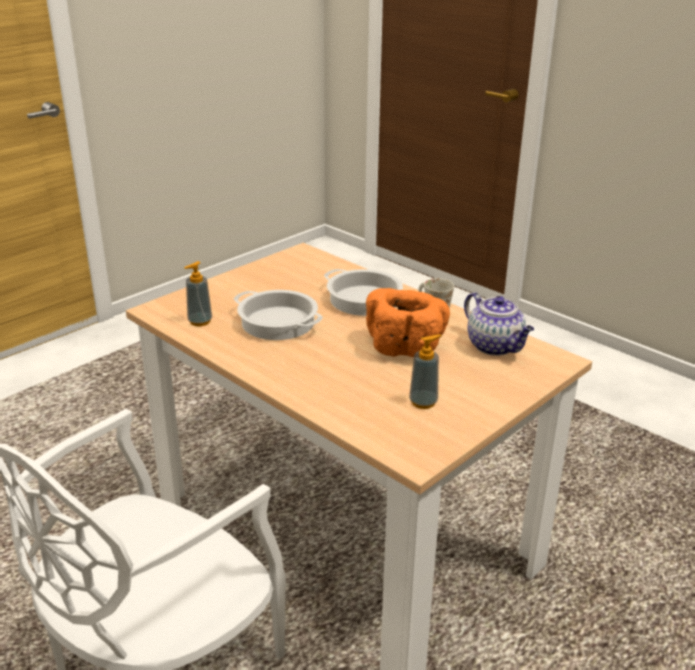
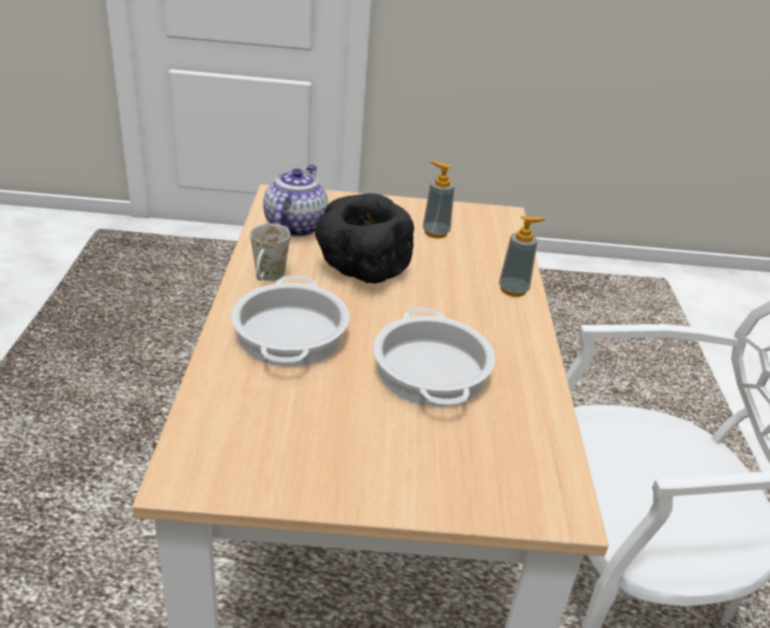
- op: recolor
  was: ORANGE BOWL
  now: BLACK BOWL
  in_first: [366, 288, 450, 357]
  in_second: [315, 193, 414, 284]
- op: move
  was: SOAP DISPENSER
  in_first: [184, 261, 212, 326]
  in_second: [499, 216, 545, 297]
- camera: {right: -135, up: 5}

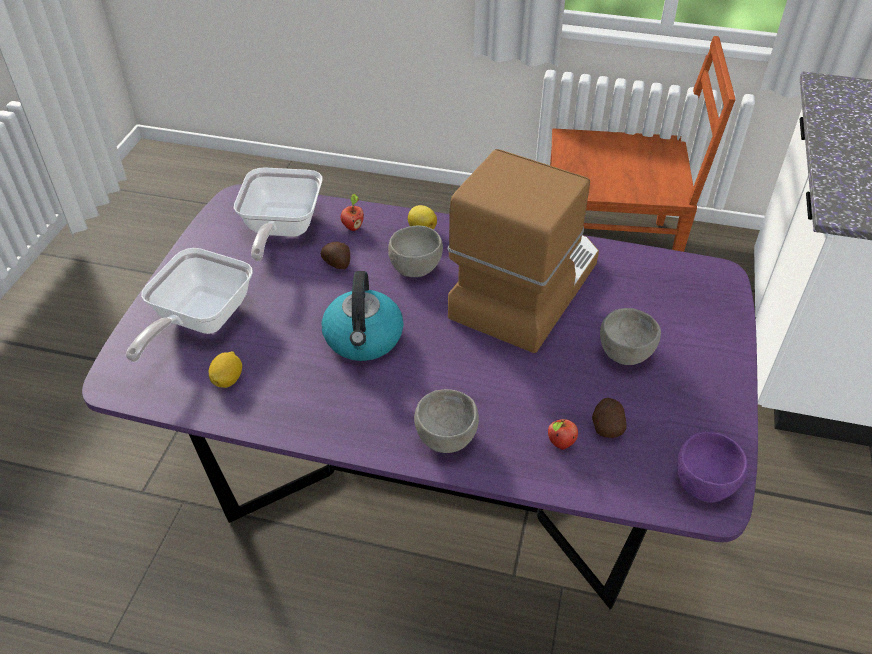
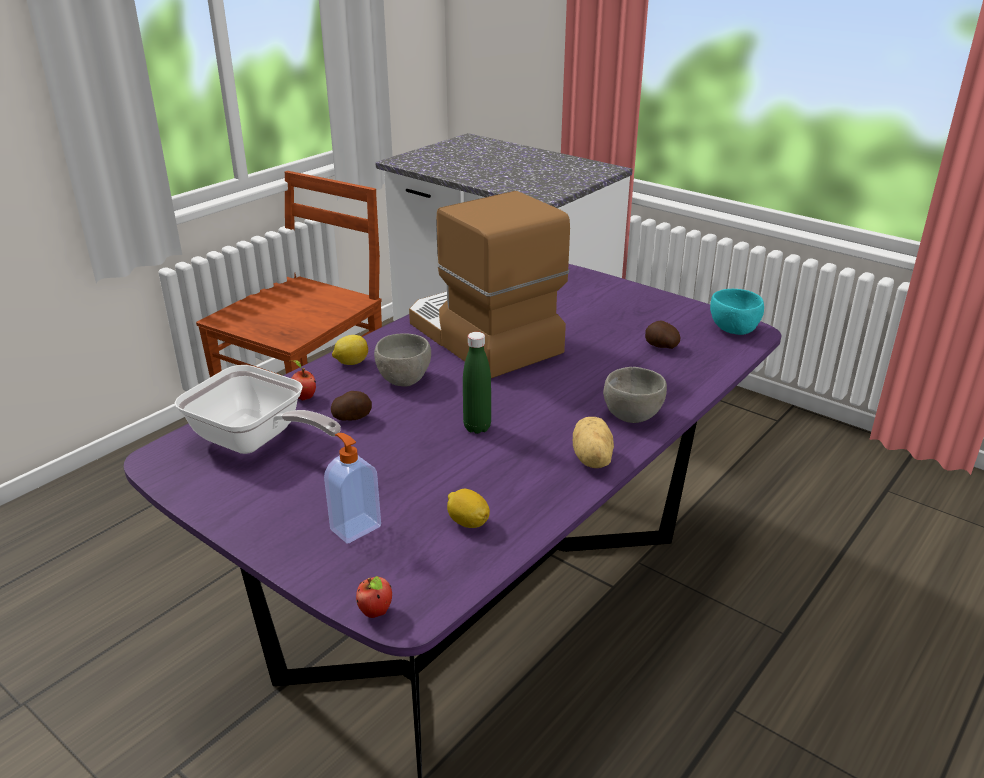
- op: replace
  was: FRYING PAN
  now: SOAP DISPENSER
  in_first: [126, 248, 252, 362]
  in_second: [324, 433, 381, 544]
- op: move
  was: APPLE
  in_first: [548, 419, 578, 450]
  in_second: [356, 576, 392, 618]
- op: replace
  was: KETTLE
  now: GREEN BOTTLE
  in_first: [322, 271, 404, 361]
  in_second: [463, 332, 491, 434]
- op: insert
  now: POTATO
  in_second: [573, 417, 614, 468]
- op: recolor
  was: PURPLE BOWL
  now: TURQUOISE BOWL
  in_first: [677, 432, 748, 503]
  in_second: [710, 289, 764, 335]
- op: delete
  was: GREY BOWL
  in_first: [600, 308, 661, 365]
- camera: {right: -65, up: -15}

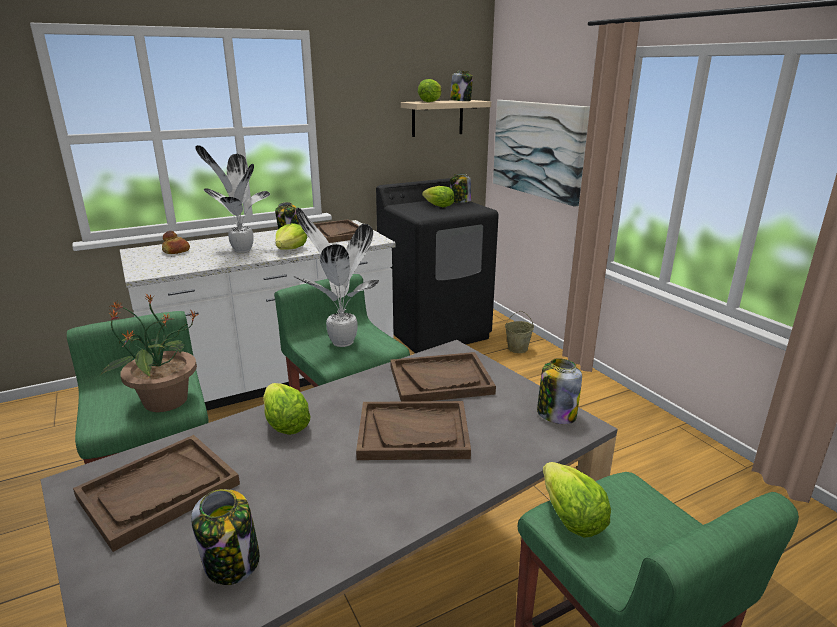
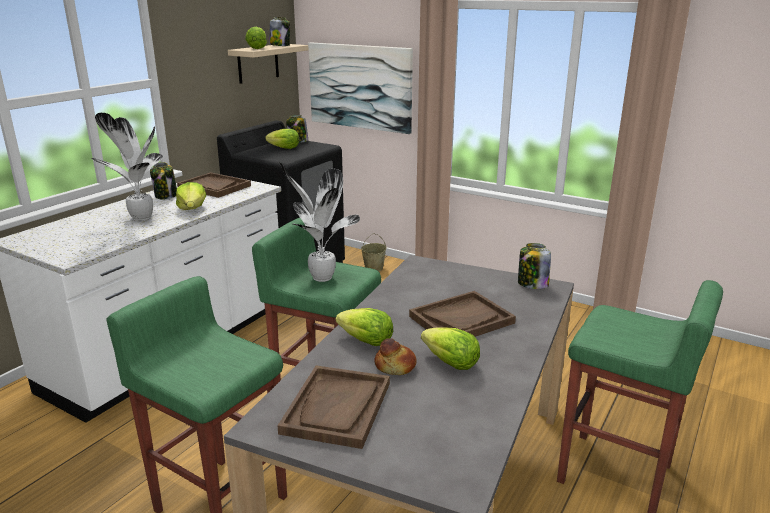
- op: move
  was: BREAD
  in_first: [162, 231, 190, 254]
  in_second: [374, 338, 416, 375]
- op: move
  was: LETTUCE
  in_first: [543, 462, 611, 538]
  in_second: [421, 327, 480, 370]
- op: delete
  was: POTTED PLANT
  in_first: [100, 294, 199, 412]
- op: delete
  was: JAR
  in_first: [191, 489, 260, 585]
- op: delete
  was: BROWN TRAY
  in_first: [390, 352, 496, 402]
- camera: {right: -30, up: 0}

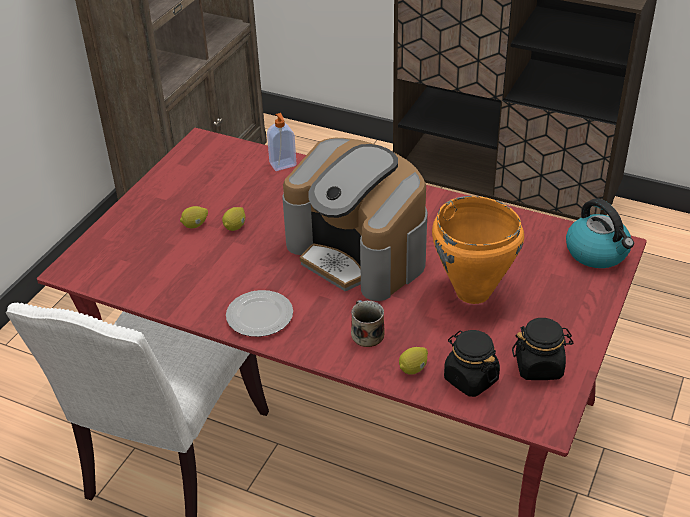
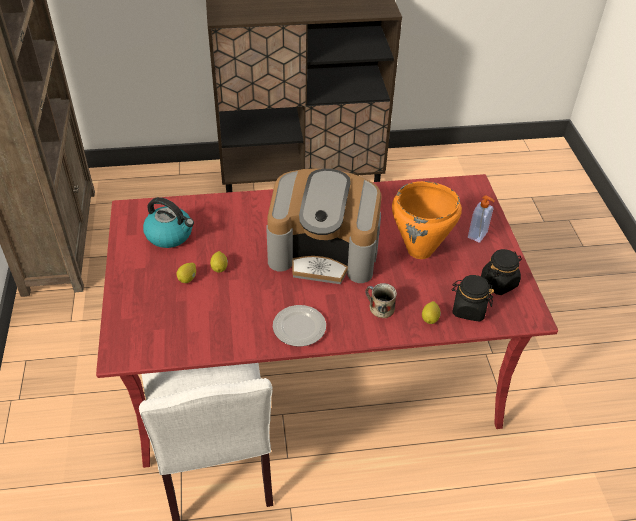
- op: move
  was: KETTLE
  in_first: [566, 199, 634, 268]
  in_second: [143, 197, 194, 248]
- op: move
  was: SOAP DISPENSER
  in_first: [267, 113, 297, 171]
  in_second: [468, 195, 494, 243]
- camera: {right: -35, up: 5}

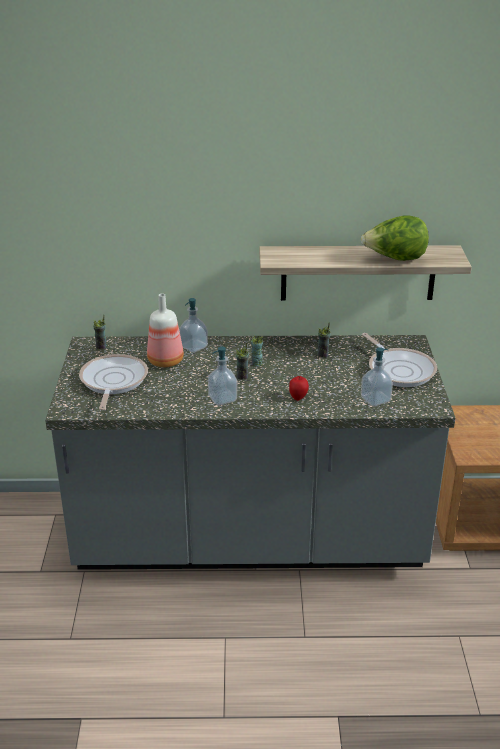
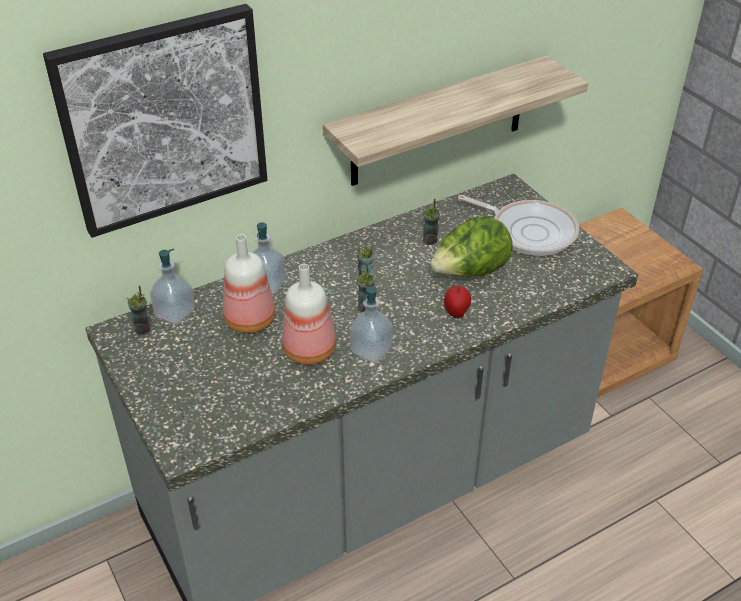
- op: insert
  now: PICTURE
  in_second: [43, 4, 267, 238]
- op: move
  was: SOAP DISPENSER
  in_first: [361, 347, 393, 406]
  in_second: [150, 249, 195, 324]
- op: insert
  now: BOTTLE
  in_second: [282, 264, 336, 365]
- op: move
  was: LETTUCE
  in_first: [361, 215, 429, 261]
  in_second: [430, 216, 513, 277]
- op: delete
  was: FRYING PAN
  in_first: [79, 354, 148, 410]
- camera: {right: -30, up: 10}

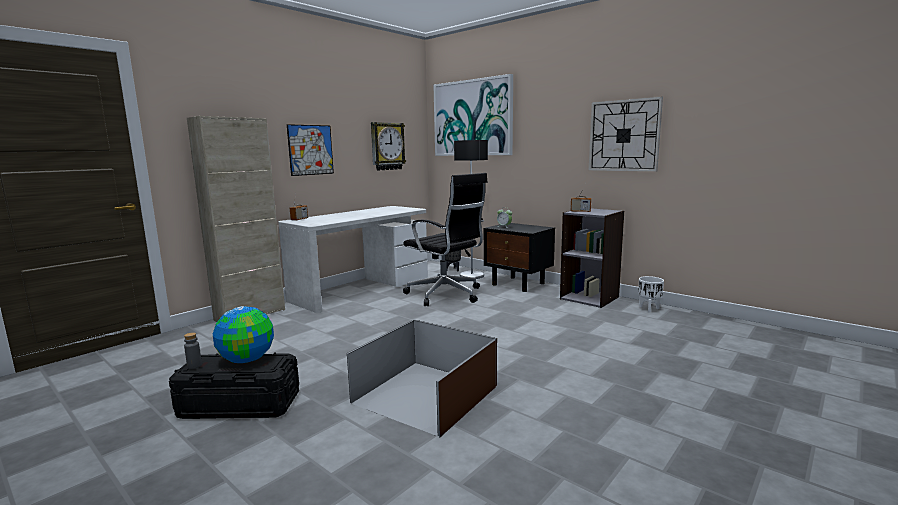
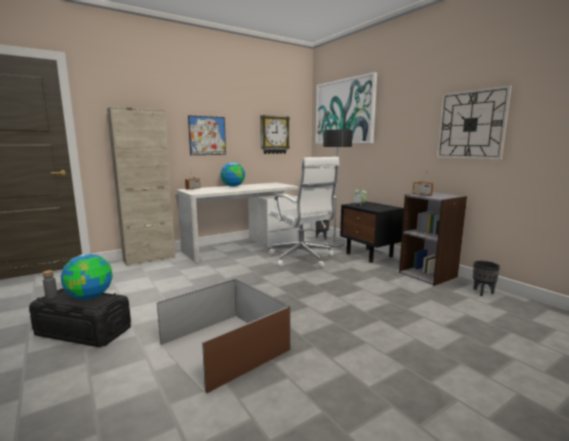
- op: insert
  now: GLOBE
  in_second: [221, 162, 245, 187]
- op: recolor
  was: BLACK OFFICE CHAIR
  now: WHITE OFFICE CHAIR
  in_first: [403, 173, 488, 306]
  in_second: [269, 157, 339, 268]
- op: recolor
  was: WHITE PLANTER
  now: BLACK PLANTER
  in_first: [639, 276, 664, 313]
  in_second: [473, 261, 500, 296]
- camera: {right: 15, up: 0}

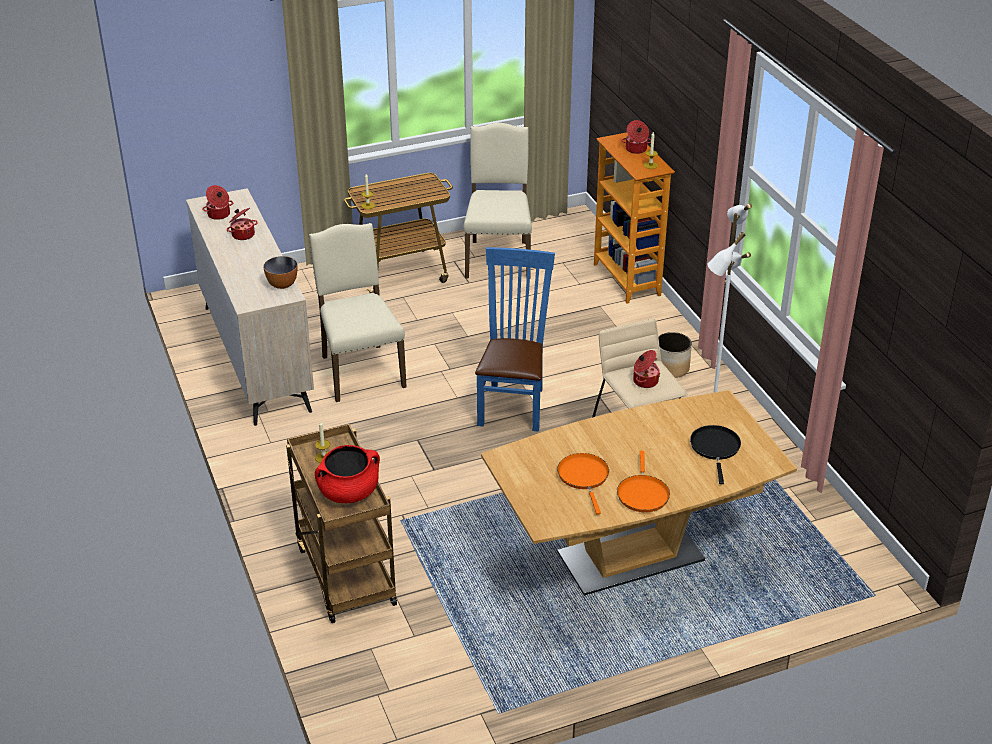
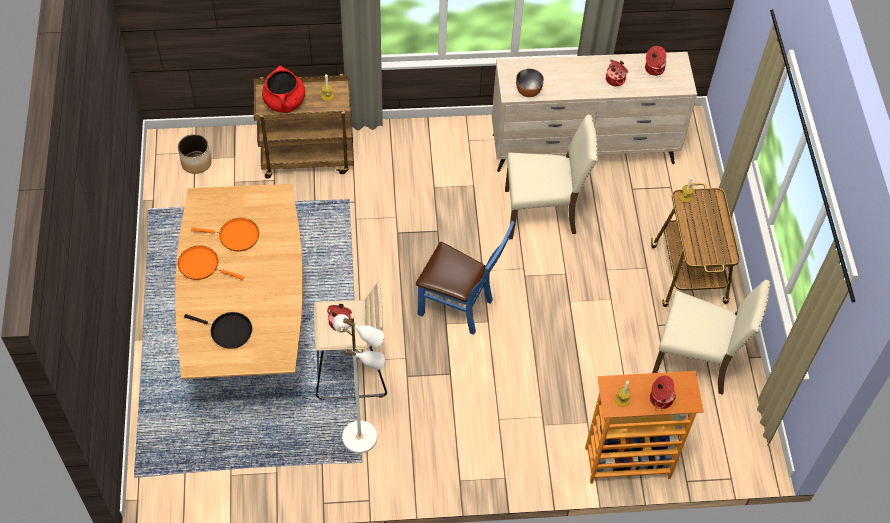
- op: move
  was: PLANTER
  in_first: [658, 332, 692, 378]
  in_second: [178, 134, 212, 174]
- camera: {right: 105, up: 20}

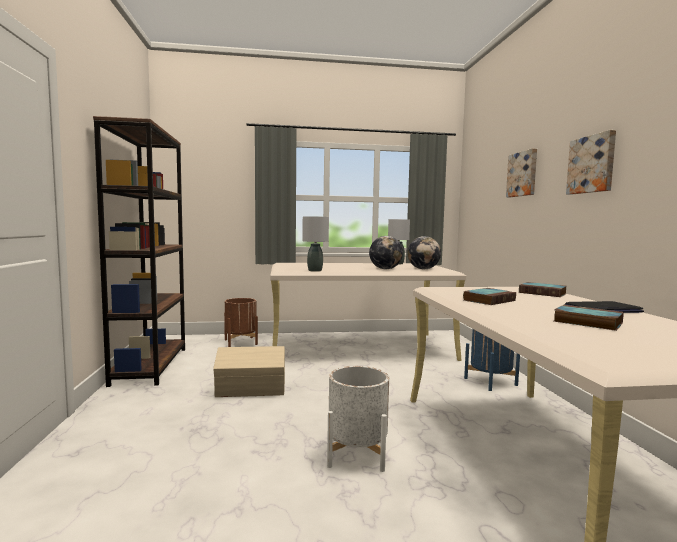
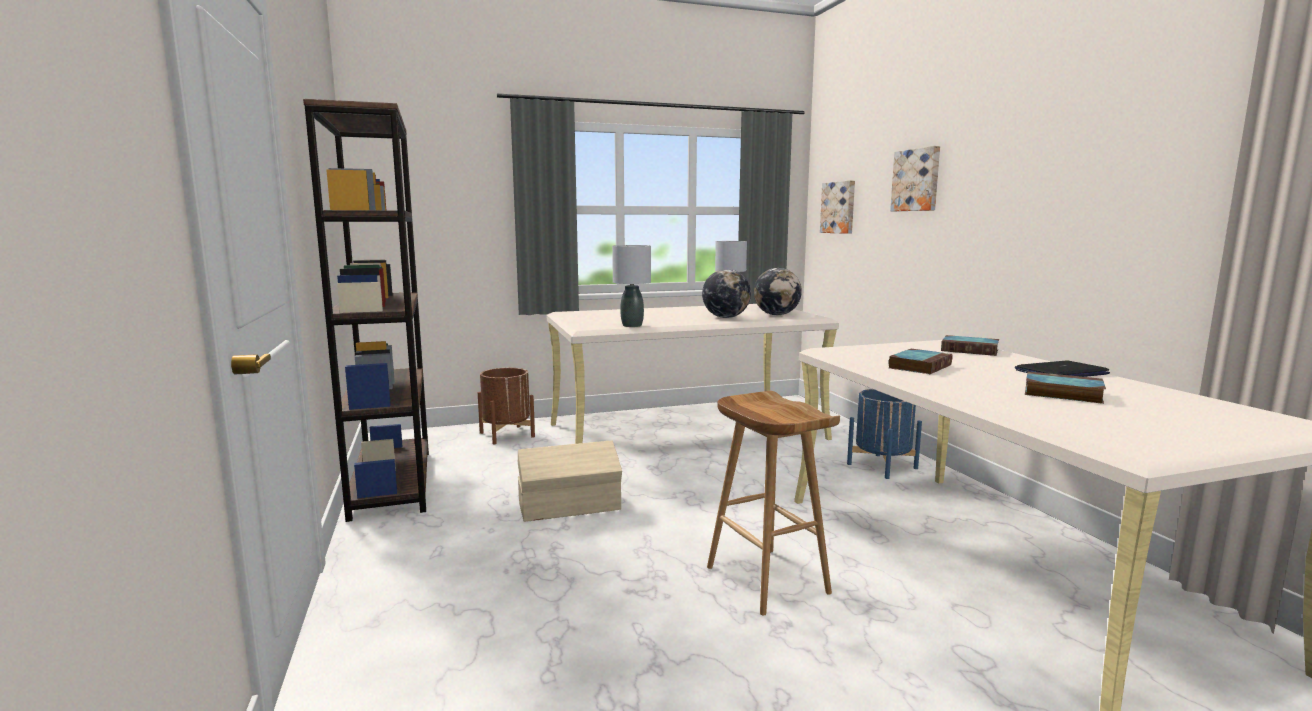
- op: replace
  was: WHITE PLANTER
  now: BROWN STOOL
  in_first: [327, 366, 389, 472]
  in_second: [707, 391, 840, 615]
- op: move
  was: PICTURE
  in_first: [566, 130, 616, 195]
  in_second: [820, 180, 855, 234]
- camera: {right: -10, up: 5}

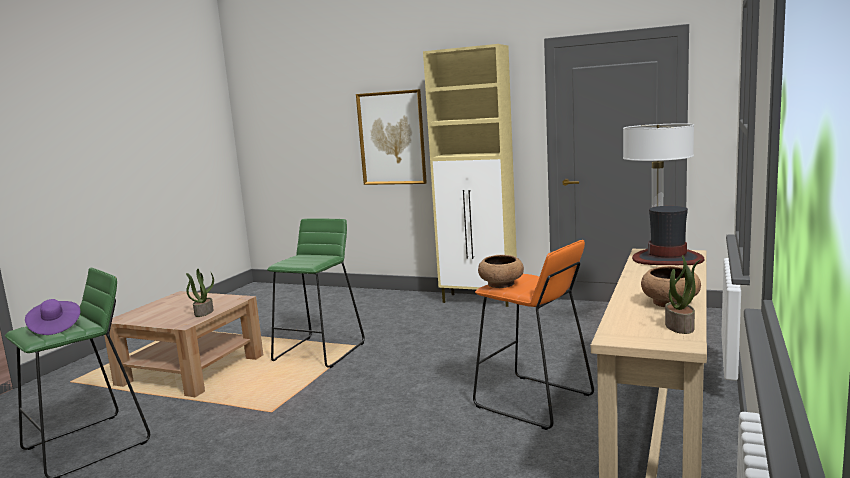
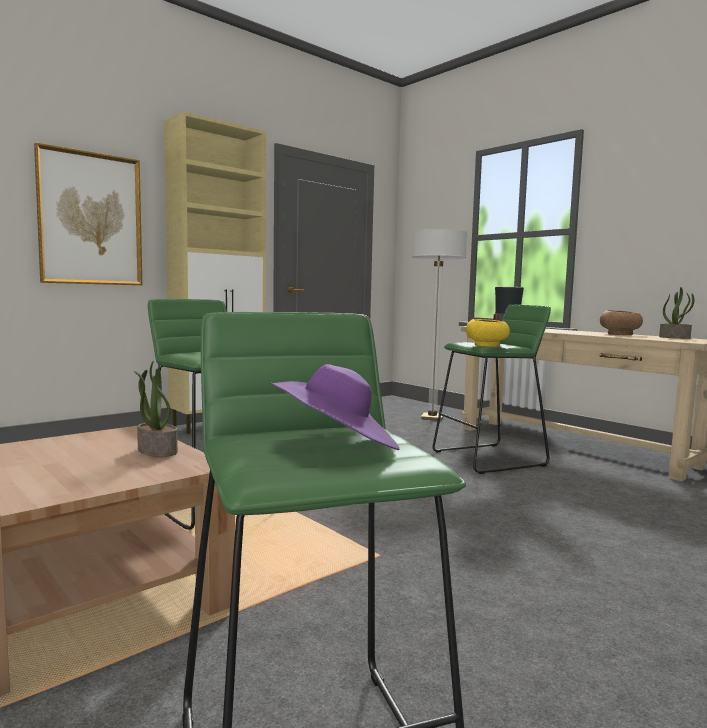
- op: recolor
  was: ORANGE STOOL
  now: GREEN STOOL
  in_first: [473, 240, 594, 430]
  in_second: [433, 305, 551, 474]
- op: recolor
  was: BROWN BOWL
  now: YELLOW BOWL
  in_first: [478, 255, 524, 288]
  in_second: [466, 319, 510, 347]
- camera: {right: -65, up: -5}

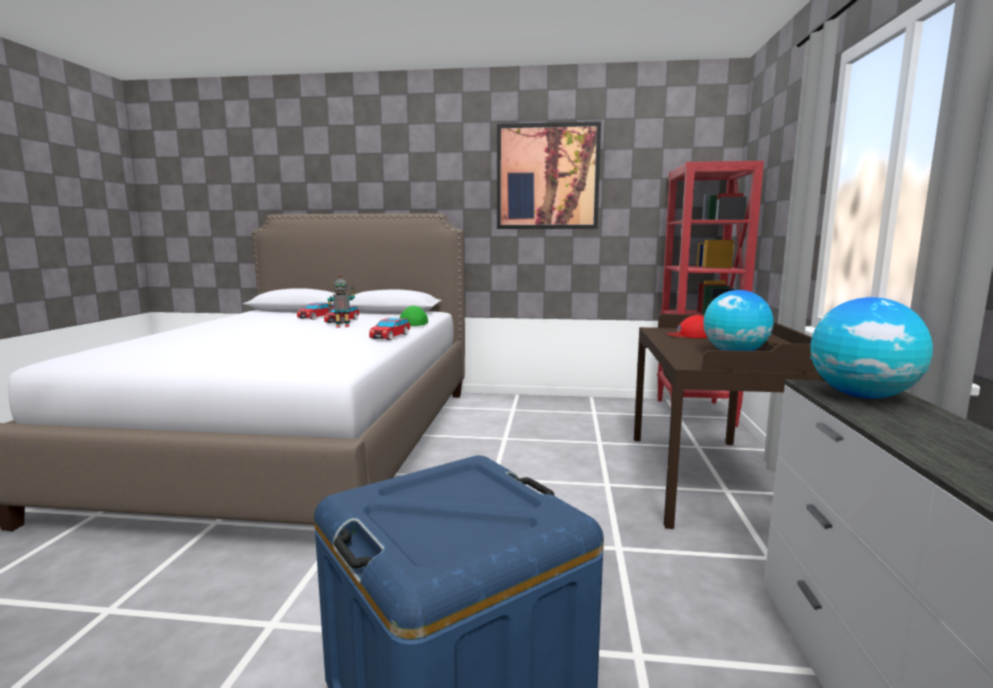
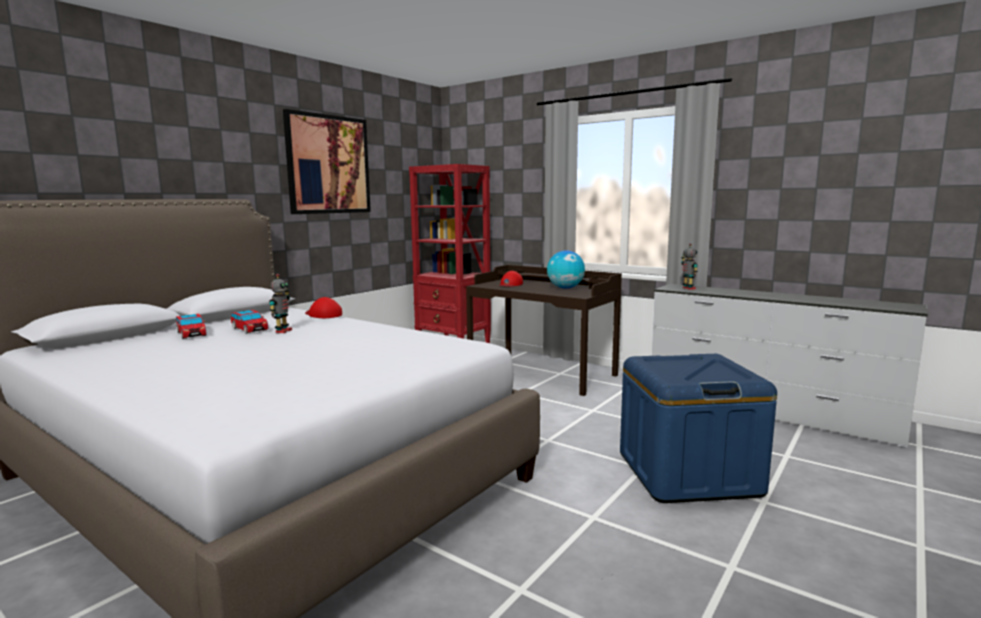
- op: recolor
  was: GREEN CAP
  now: RED CAP
  in_first: [400, 306, 428, 326]
  in_second: [305, 297, 342, 318]
- op: replace
  was: GLOBE
  now: TOY ROBOT
  in_first: [810, 297, 933, 399]
  in_second: [681, 243, 698, 290]
- op: delete
  was: TOY CAR
  in_first: [369, 318, 410, 340]
- camera: {right: -60, up: 0}

